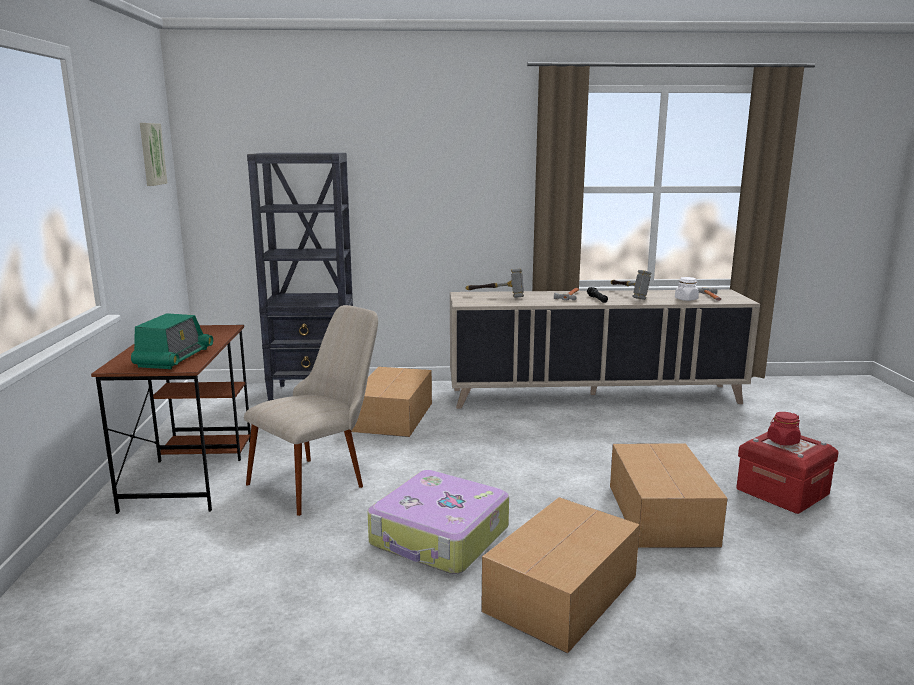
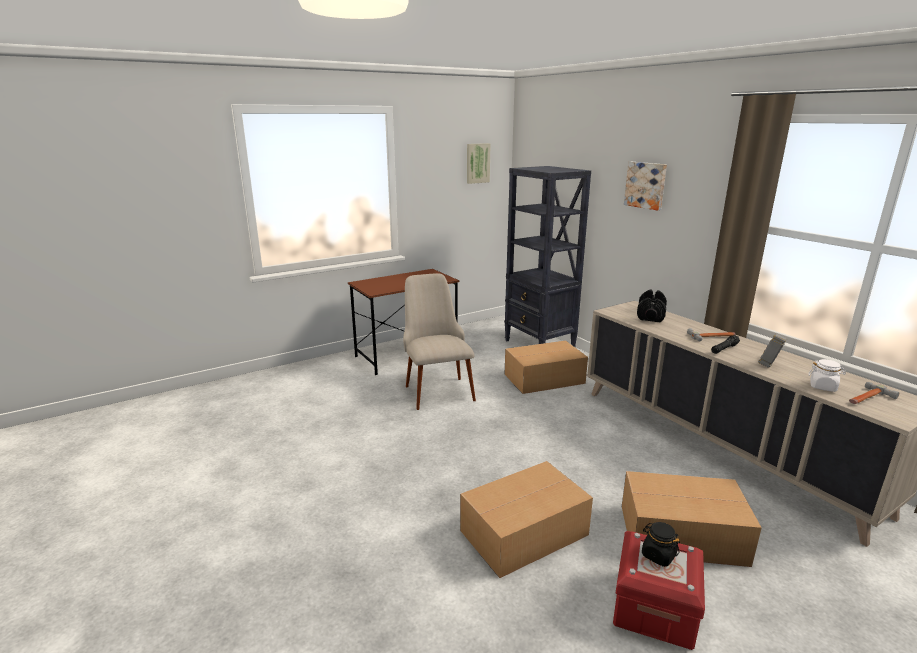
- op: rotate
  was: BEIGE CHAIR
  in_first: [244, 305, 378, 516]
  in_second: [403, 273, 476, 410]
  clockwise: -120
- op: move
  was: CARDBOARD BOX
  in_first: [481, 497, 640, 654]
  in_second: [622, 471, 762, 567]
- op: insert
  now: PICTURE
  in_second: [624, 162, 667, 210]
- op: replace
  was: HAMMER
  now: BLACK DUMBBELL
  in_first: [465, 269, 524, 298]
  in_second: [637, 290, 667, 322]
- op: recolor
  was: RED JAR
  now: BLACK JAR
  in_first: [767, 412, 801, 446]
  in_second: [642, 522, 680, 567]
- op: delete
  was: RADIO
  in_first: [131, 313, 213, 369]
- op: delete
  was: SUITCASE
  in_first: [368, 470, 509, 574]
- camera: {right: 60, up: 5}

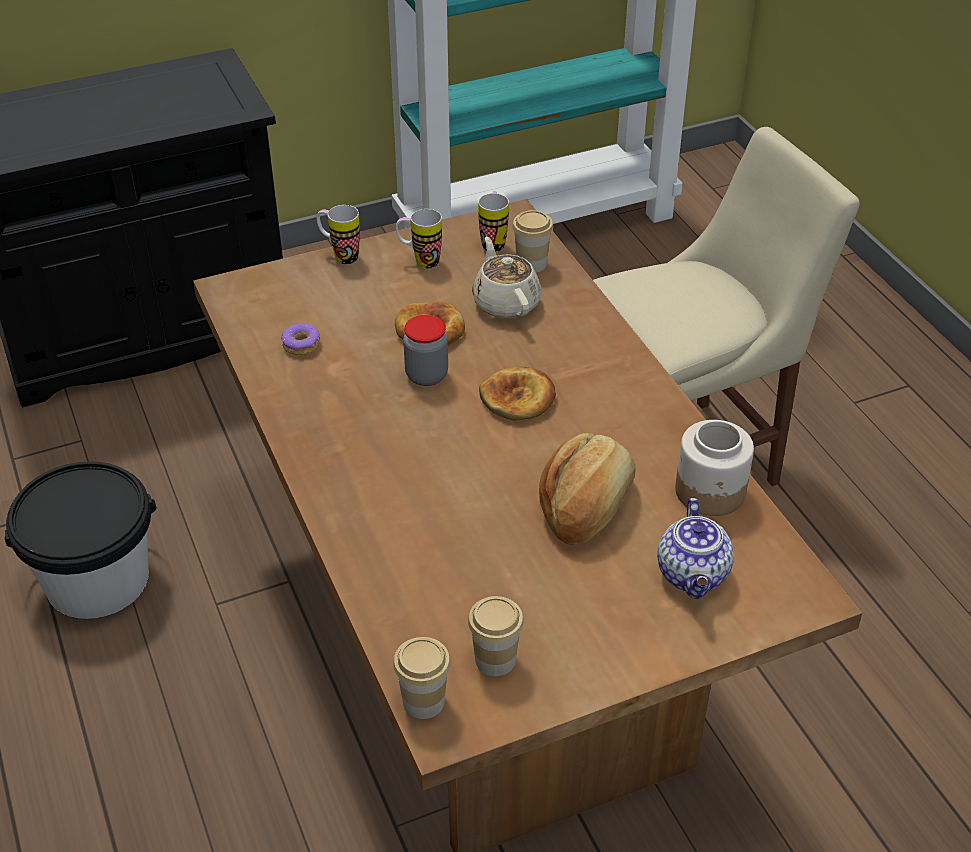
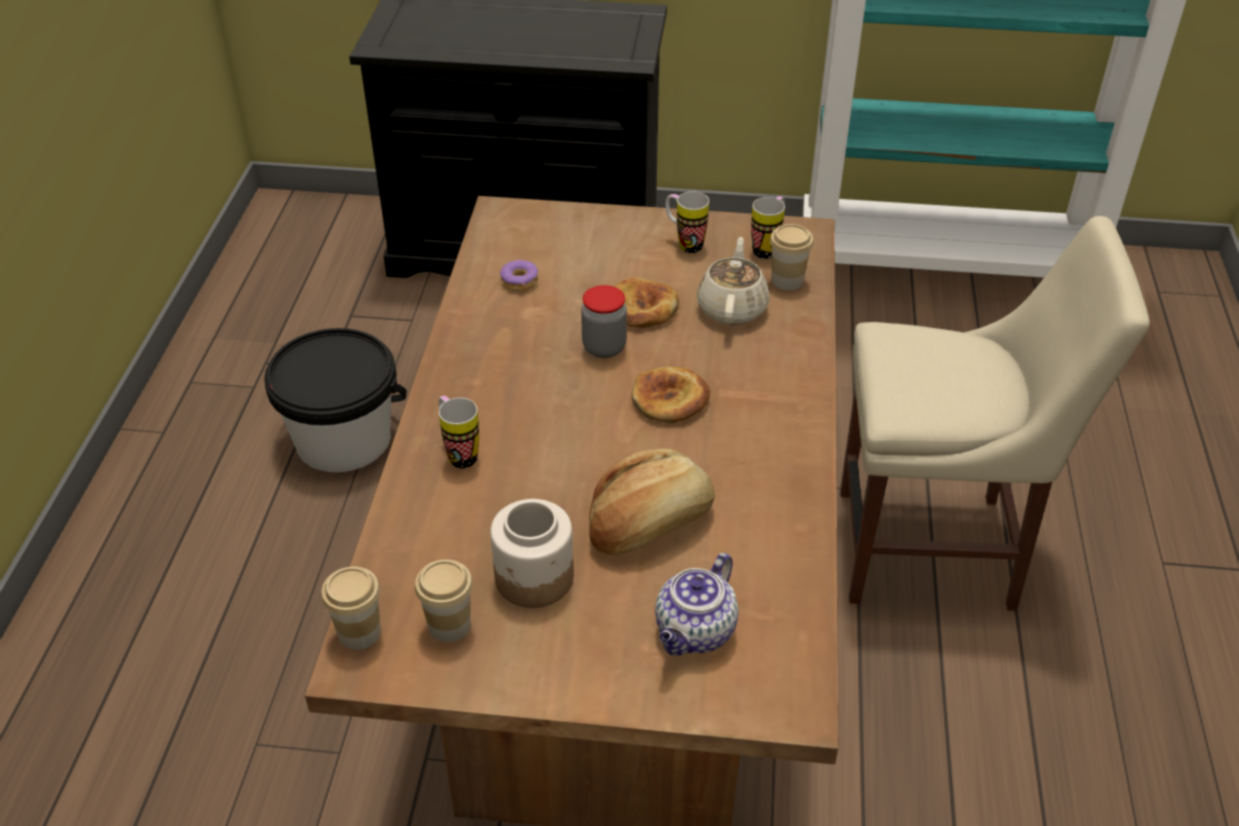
- op: move
  was: MUG
  in_first: [317, 205, 360, 264]
  in_second: [438, 396, 479, 468]
- op: move
  was: JAR
  in_first: [675, 420, 754, 516]
  in_second: [490, 499, 574, 608]
- camera: {right: 30, up: 0}

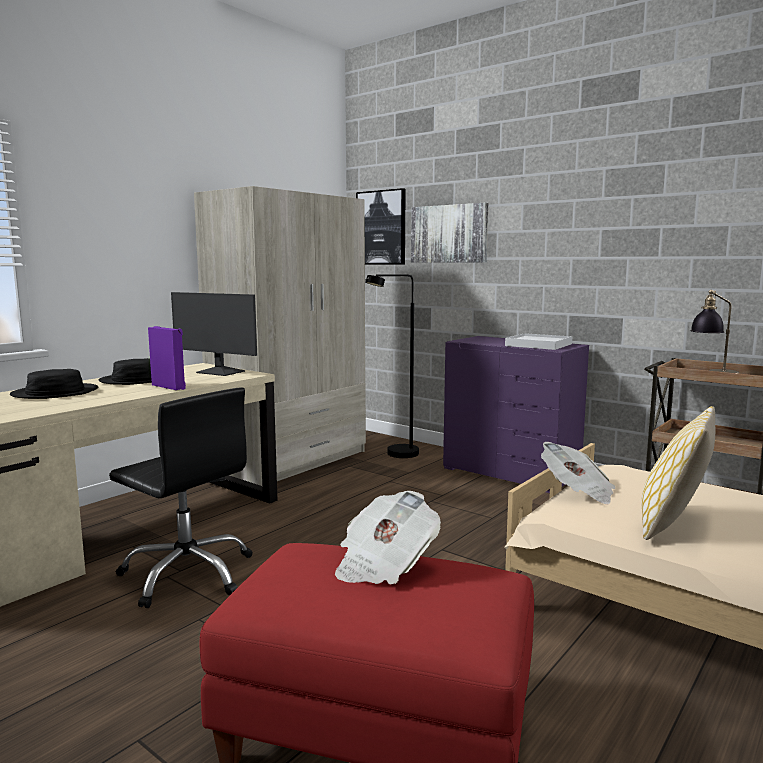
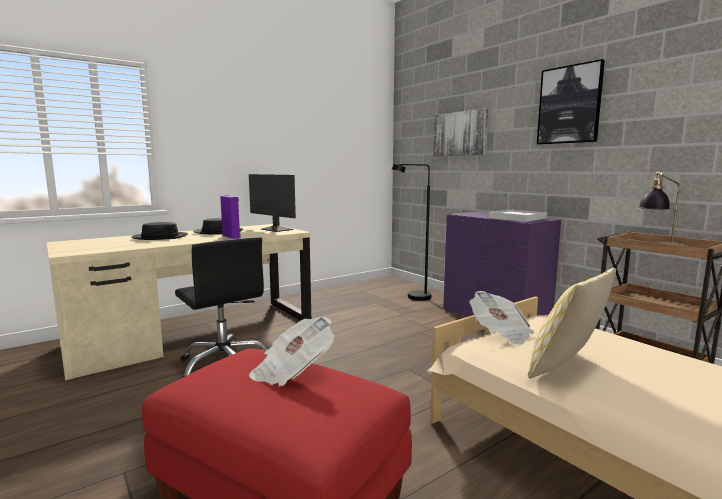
- op: move
  was: PICTURE
  in_first: [356, 188, 405, 265]
  in_second: [537, 59, 605, 144]
- op: delete
  was: BEIGE WARDROBE
  in_first: [194, 186, 366, 486]
- camera: {right: 15, up: 0}

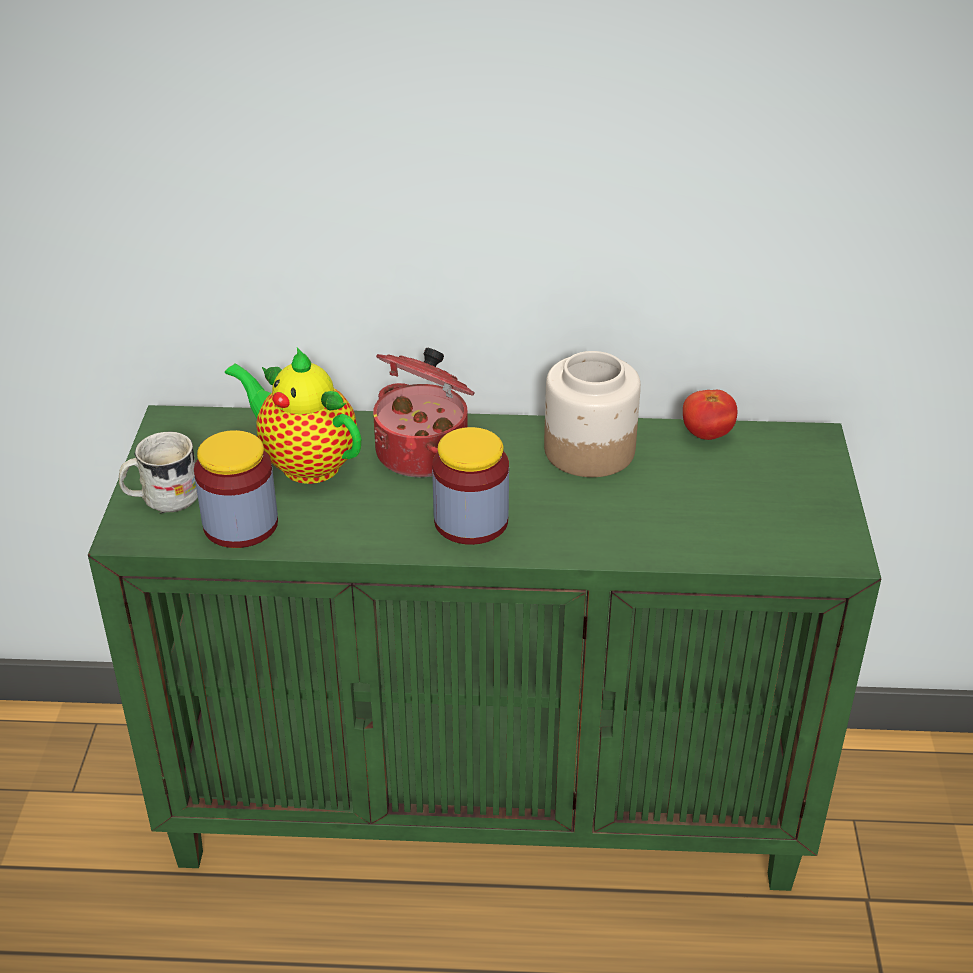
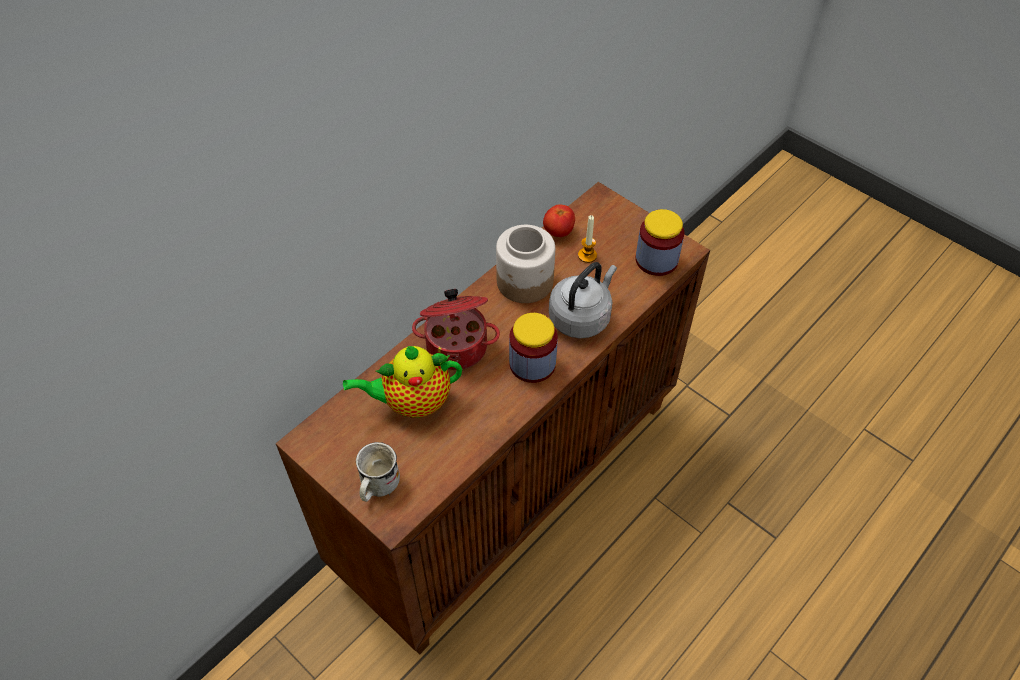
- op: recolor
  was: GREEN CABINET
  now: BROWN CABINET
  in_first: [88, 405, 881, 891]
  in_second: [276, 182, 710, 655]
- op: insert
  now: GREY KETTLE
  in_second: [549, 262, 617, 338]
- op: insert
  now: CANDLE
  in_second: [578, 215, 597, 263]
- op: move
  was: JAR
  in_first: [194, 430, 278, 548]
  in_second: [636, 209, 684, 276]
- camera: {right: -50, up: 15}

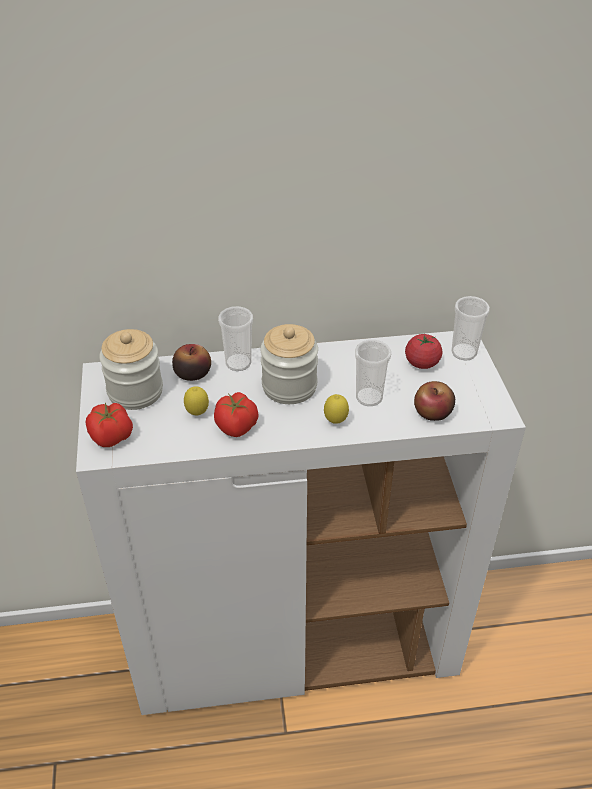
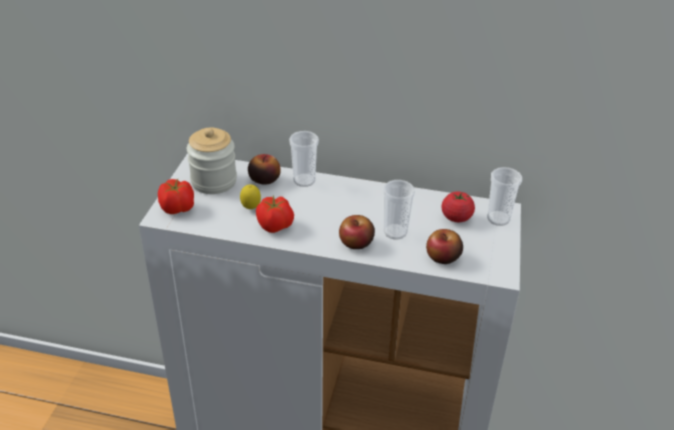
- op: replace
  was: LEMON
  now: APPLE
  in_first: [324, 394, 349, 424]
  in_second: [339, 215, 375, 249]
- op: delete
  was: JAR
  in_first: [260, 324, 318, 404]
- camera: {right: 20, up: -5}

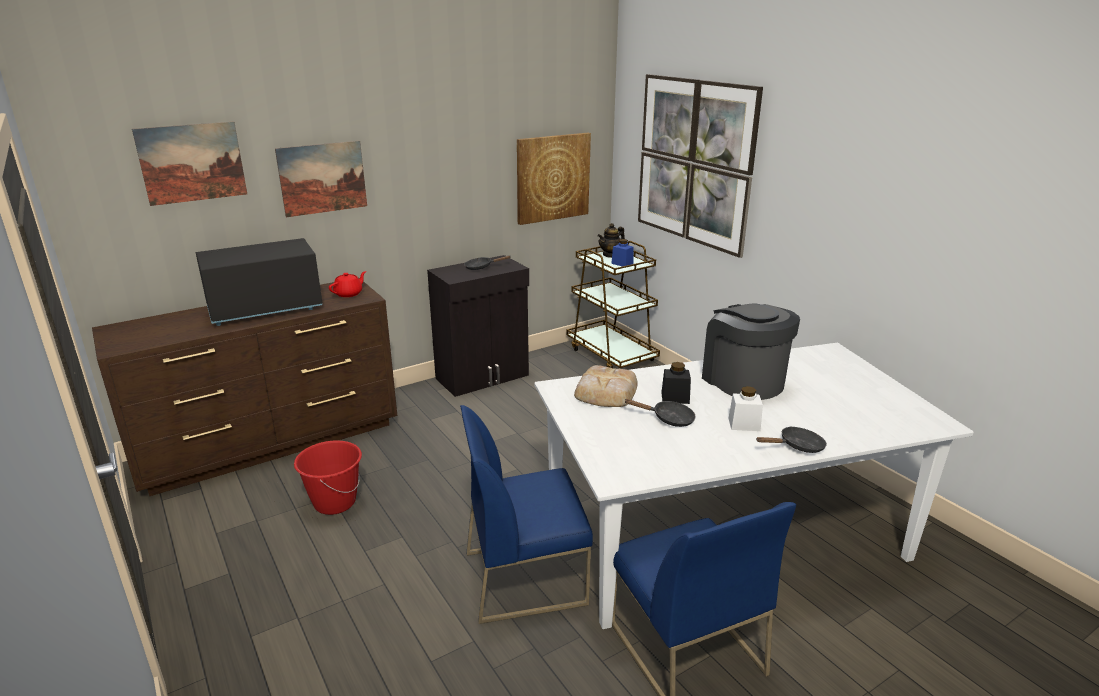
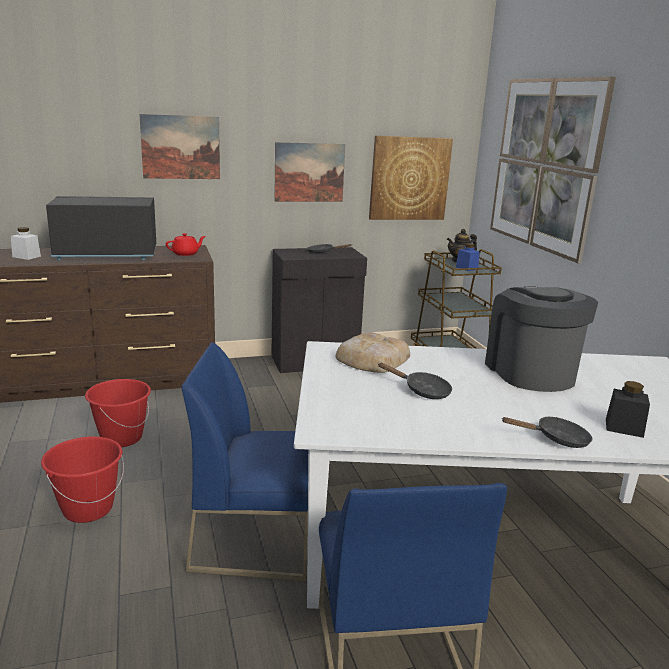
- op: move
  was: WHITE JAR
  in_first: [729, 386, 763, 431]
  in_second: [11, 227, 41, 260]
- op: insert
  now: RED BUCKET
  in_second: [41, 437, 124, 523]
- op: move
  was: PICTURE
  in_first: [132, 122, 247, 206]
  in_second: [274, 142, 345, 202]
- op: move
  was: BLACK JAR
  in_first: [661, 362, 691, 404]
  in_second: [606, 381, 650, 438]
- camera: {right: 15, up: -5}

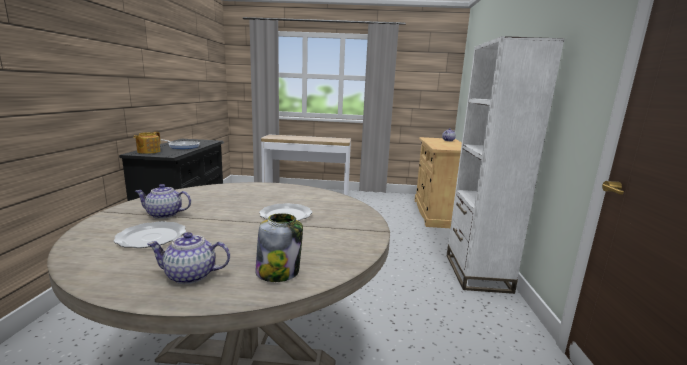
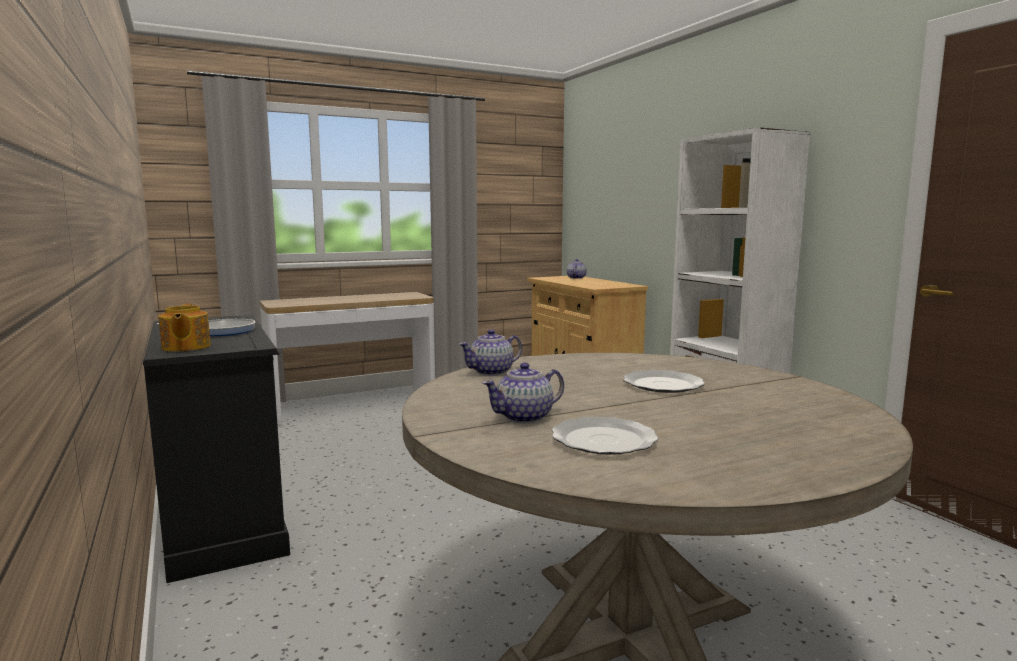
- op: move
  was: TEAPOT
  in_first: [147, 232, 230, 284]
  in_second: [459, 329, 522, 376]
- op: delete
  was: JAR
  in_first: [255, 213, 303, 282]
- camera: {right: -30, up: -5}

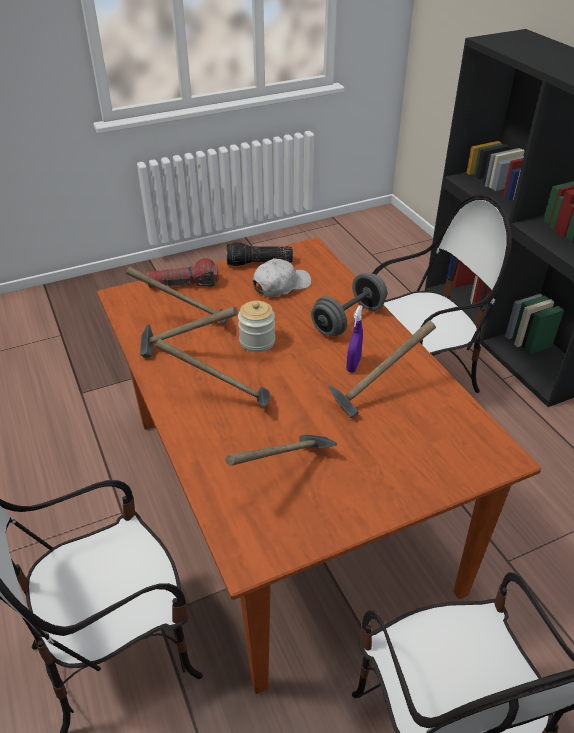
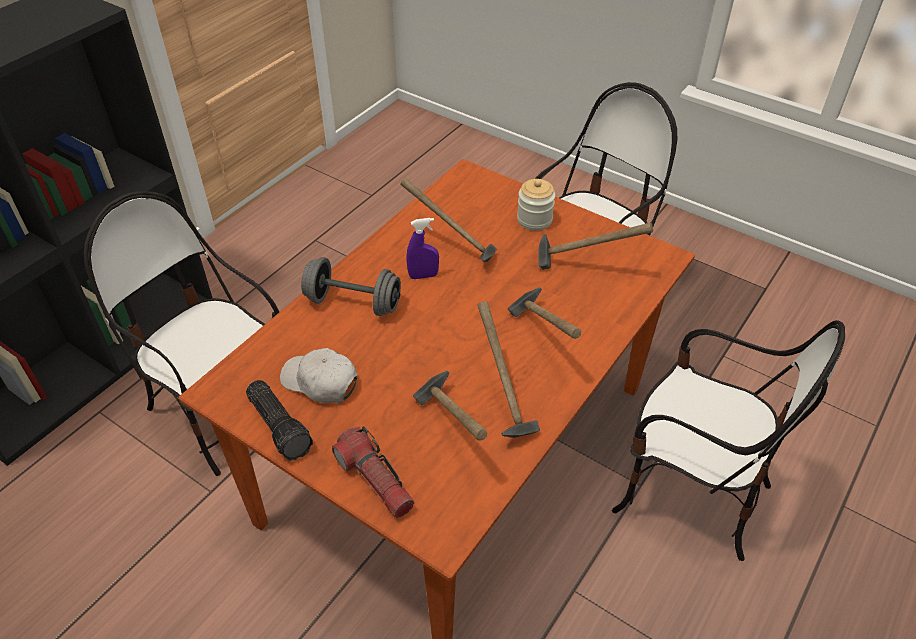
- op: move
  was: JAR
  in_first: [238, 301, 275, 352]
  in_second: [517, 179, 555, 231]
- camera: {right: -120, up: 5}

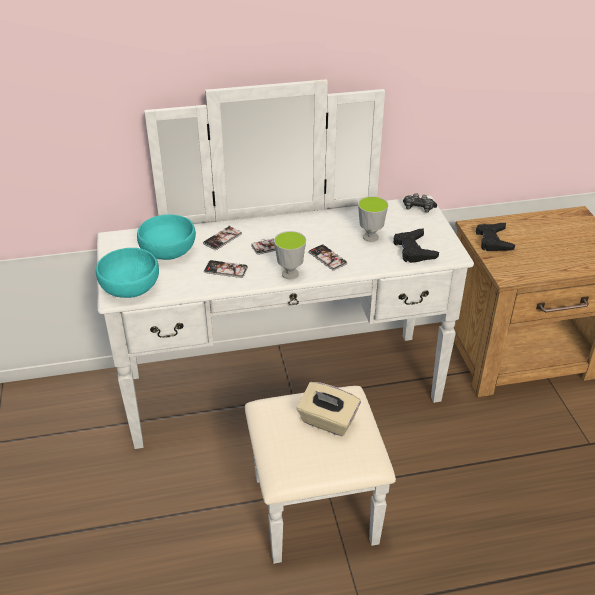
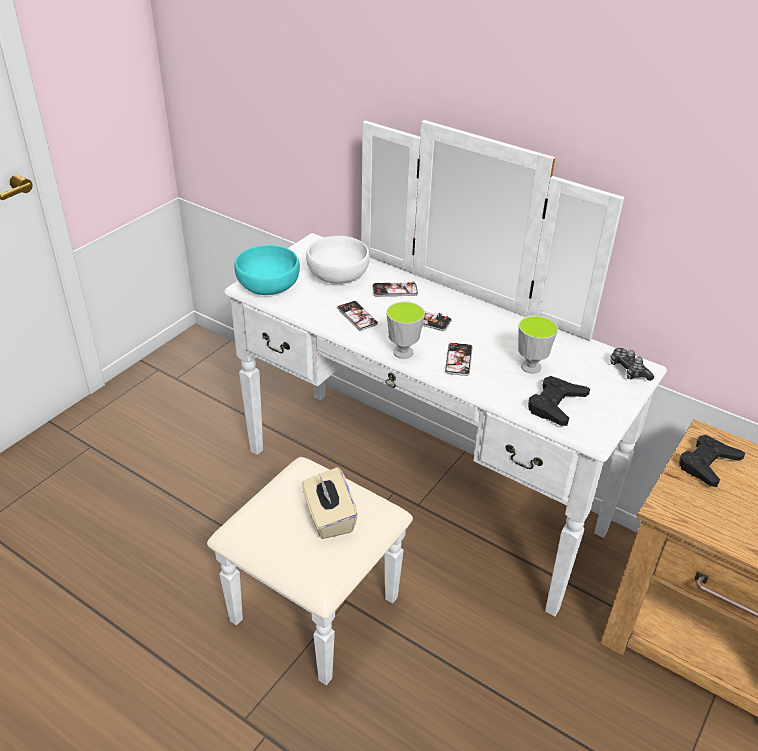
- op: recolor
  was: TURQUOISE BOWL
  now: WHITE BOWL
  in_first: [137, 214, 196, 260]
  in_second: [306, 236, 370, 284]
- camera: {right: 45, up: 0}

